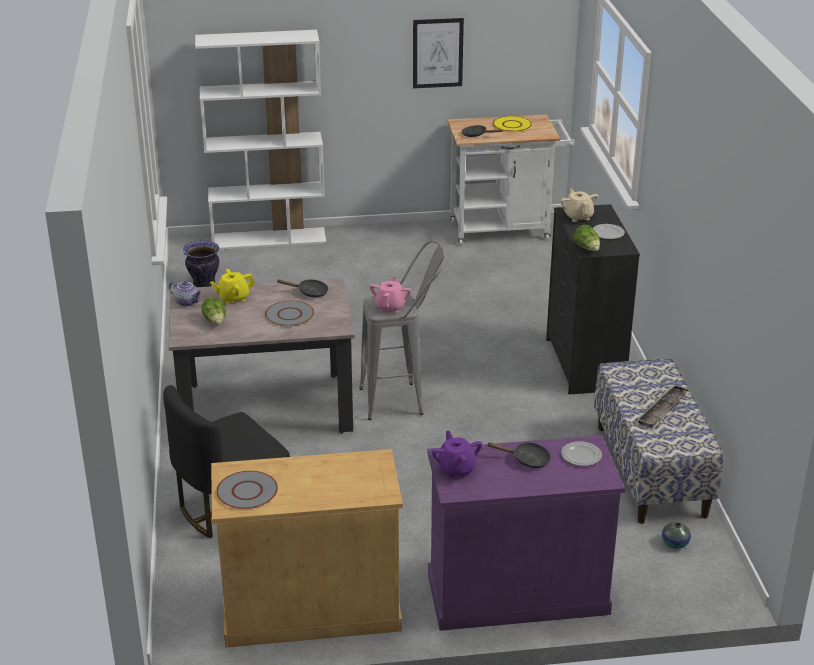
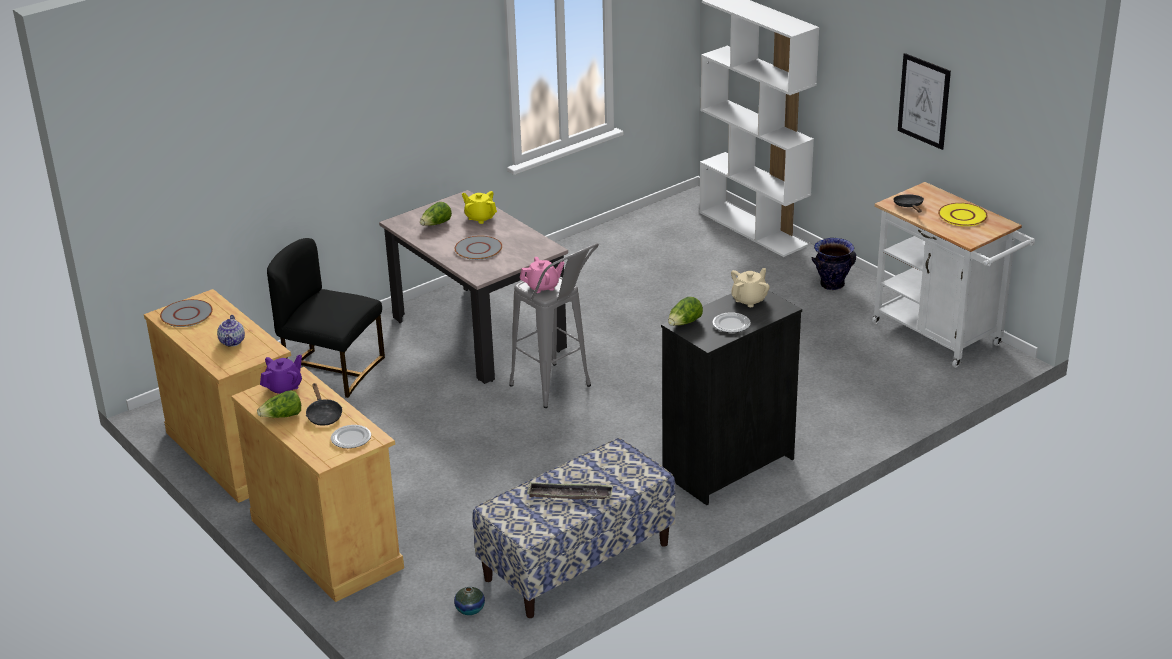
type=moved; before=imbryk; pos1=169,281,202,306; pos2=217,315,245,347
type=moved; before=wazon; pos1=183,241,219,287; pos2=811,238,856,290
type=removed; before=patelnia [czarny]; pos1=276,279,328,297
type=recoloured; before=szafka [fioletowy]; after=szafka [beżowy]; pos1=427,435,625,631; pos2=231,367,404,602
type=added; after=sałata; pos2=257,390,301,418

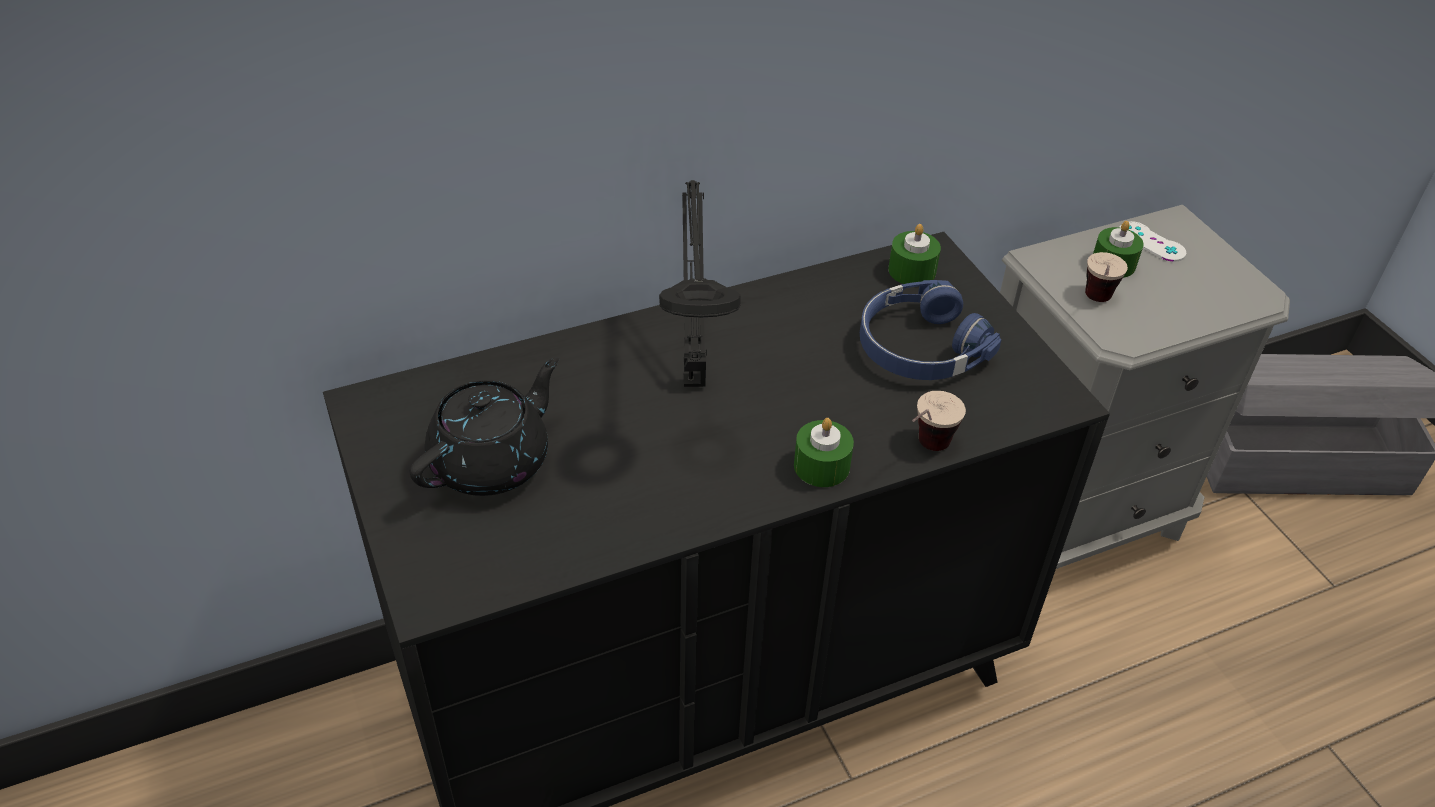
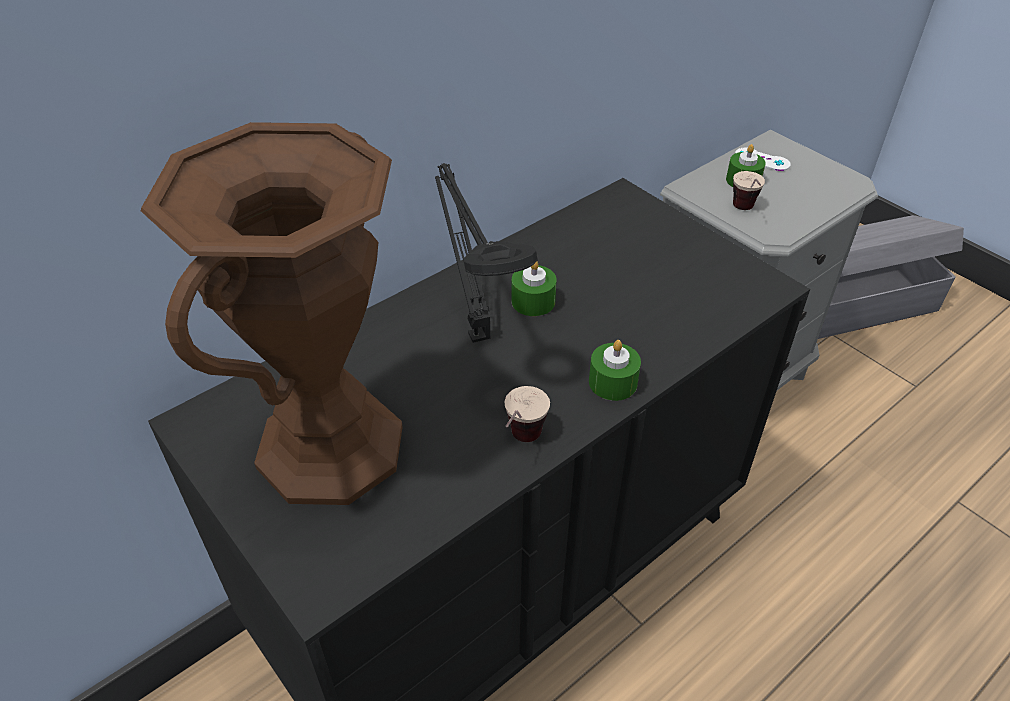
type=replaced; before=imbryk [czarny]; after=wazon [brązowy]; pos1=409,357,559,496; pos2=141,122,403,505
type=removed; before=słuchawki [niebieski]; pos1=860,280,1001,380
type=moved; before=świeca [zielony]; pos1=888,224,941,284; pos2=511,262,557,316
type=moved; before=filiżanka; pos1=912,391,966,451; pos2=505,386,550,442

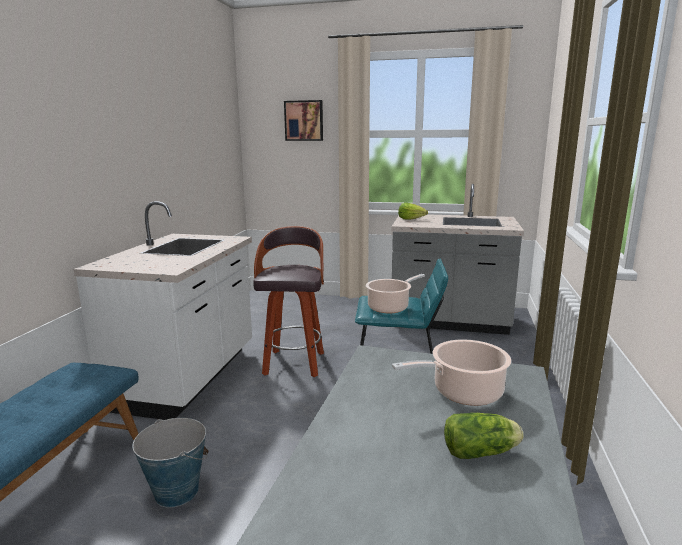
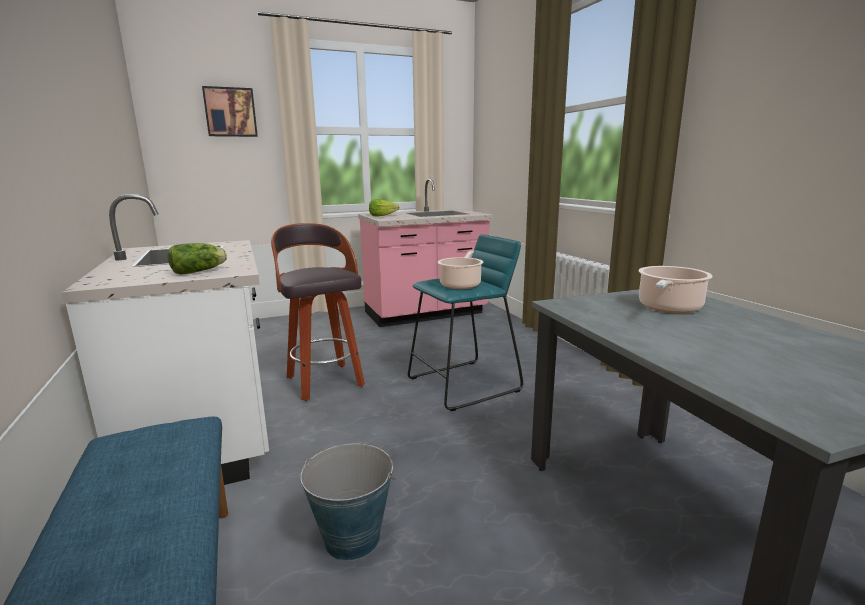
type=recoloured; before=zabudowa kuchenna [szary]; after=zabudowa kuchenna [różowy]; pos1=391,184,524,335; pos2=358,178,493,327
type=moved; before=sałata; pos1=444,413,524,459; pos2=168,243,227,275

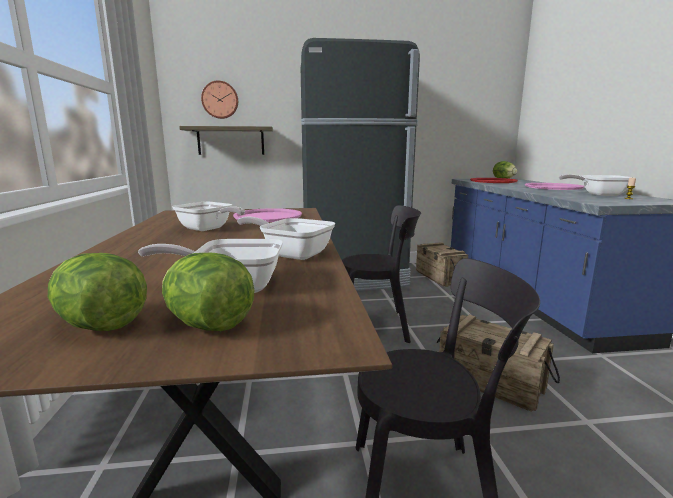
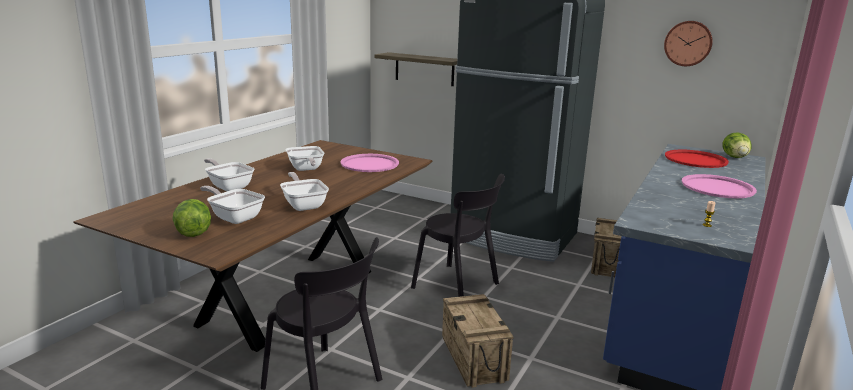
type=removed; before=sałata; pos1=48,253,147,331
type=moved; before=zegar ścienny; pos1=201,81,238,119; pos2=664,21,713,66
type=moved; before=patelnia; pos1=559,174,634,196; pos2=204,158,255,191

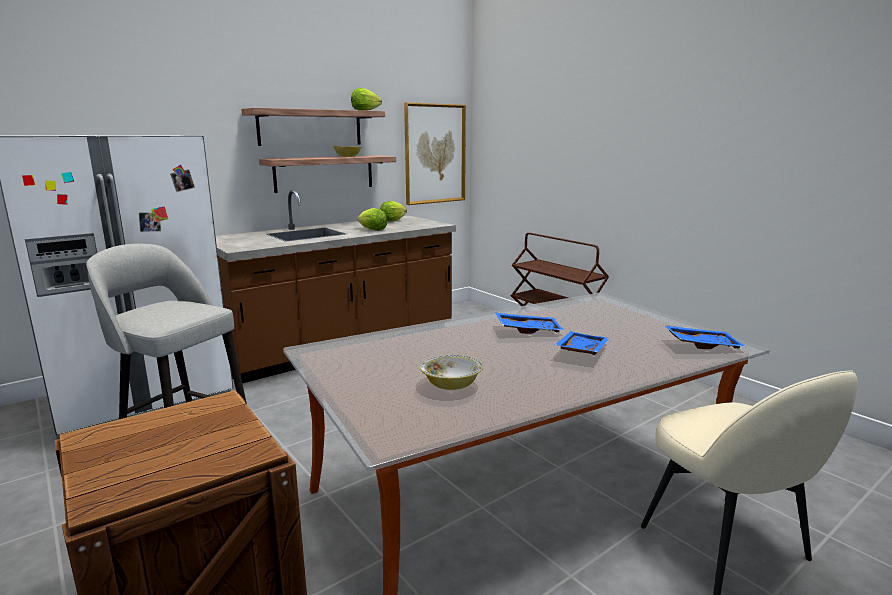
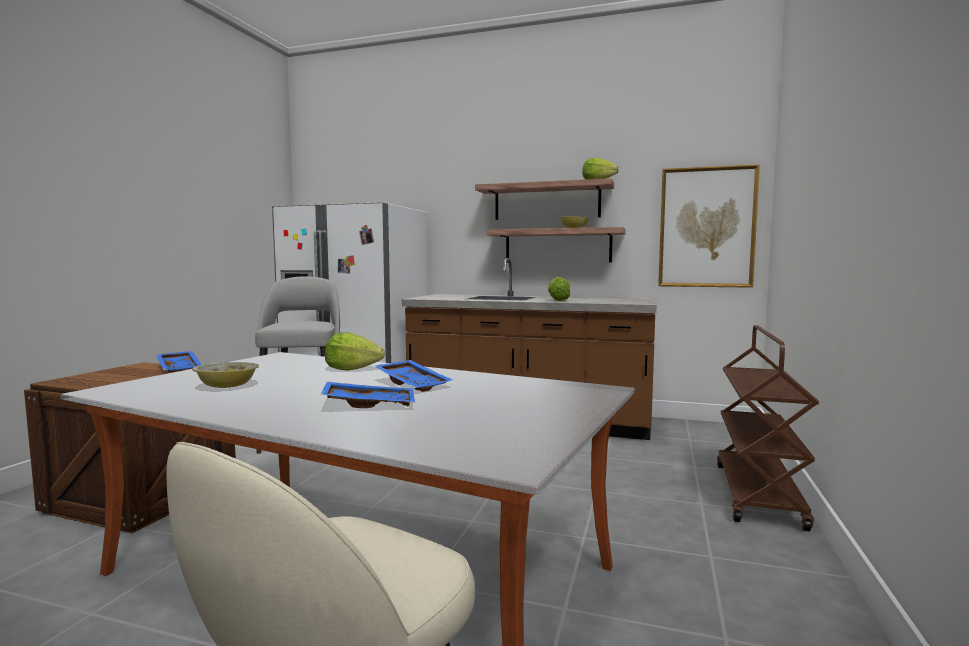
type=moved; before=sałata; pos1=380,201,407,222; pos2=325,332,385,371
type=moved; before=taca [niebieski]; pos1=664,325,746,349; pos2=156,351,202,373

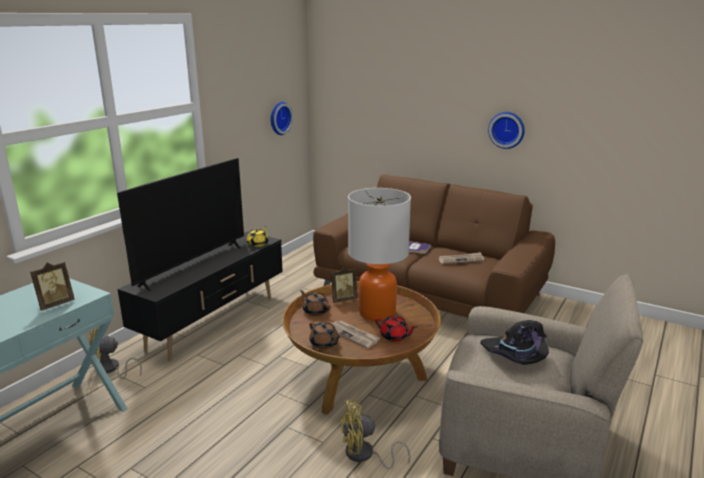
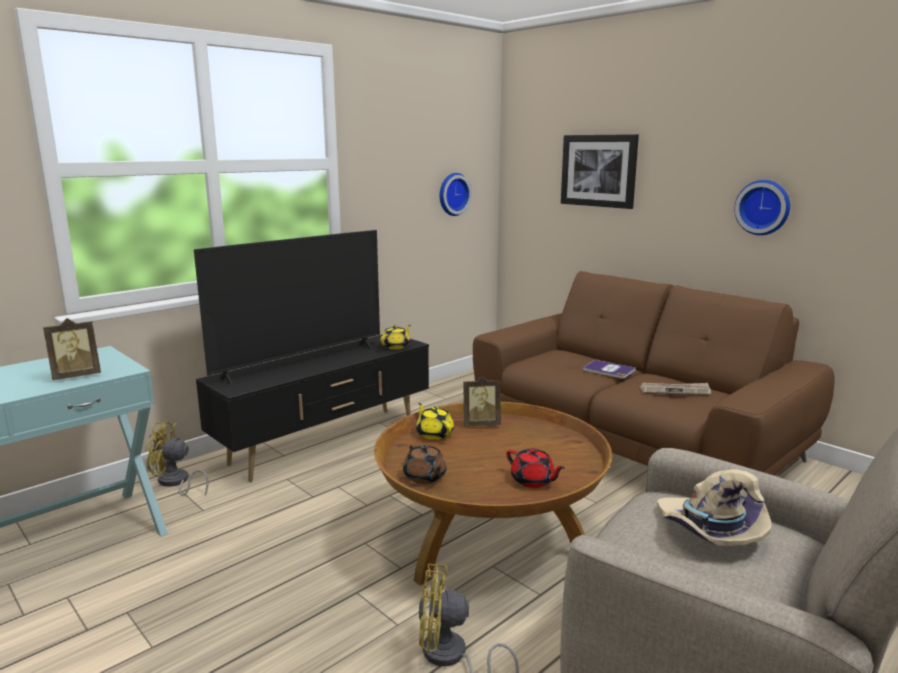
type=recoloured; before=imbryk [brązowy]; after=imbryk [żółty]; pos1=300,290,330,316; pos2=416,403,454,440
type=removed; before=gazeta; pos1=332,321,380,348
type=removed; before=lampa stołowa; pos1=348,188,411,321
type=recoloured; before=kapelusz [czarny]; after=kapelusz [beżowy]; pos1=480,320,549,365; pos2=657,469,771,546
type=added; after=obraz; pos2=561,134,639,209

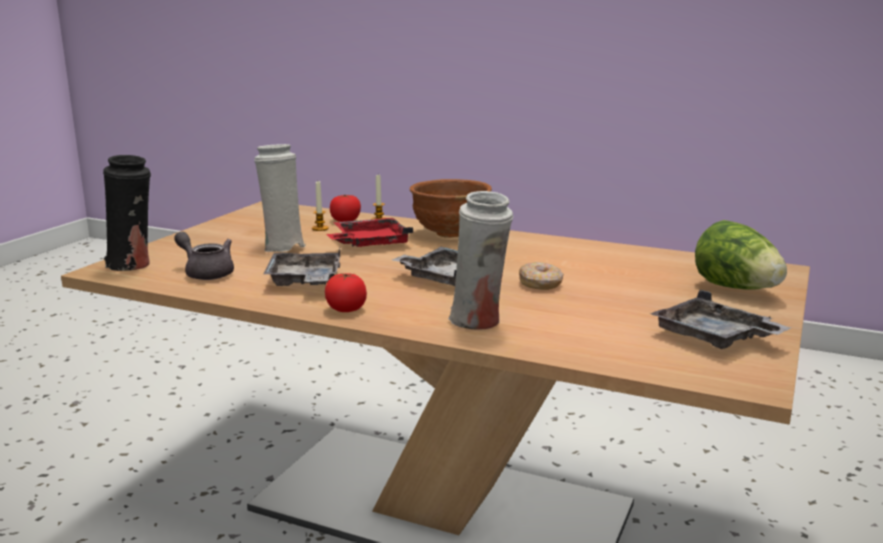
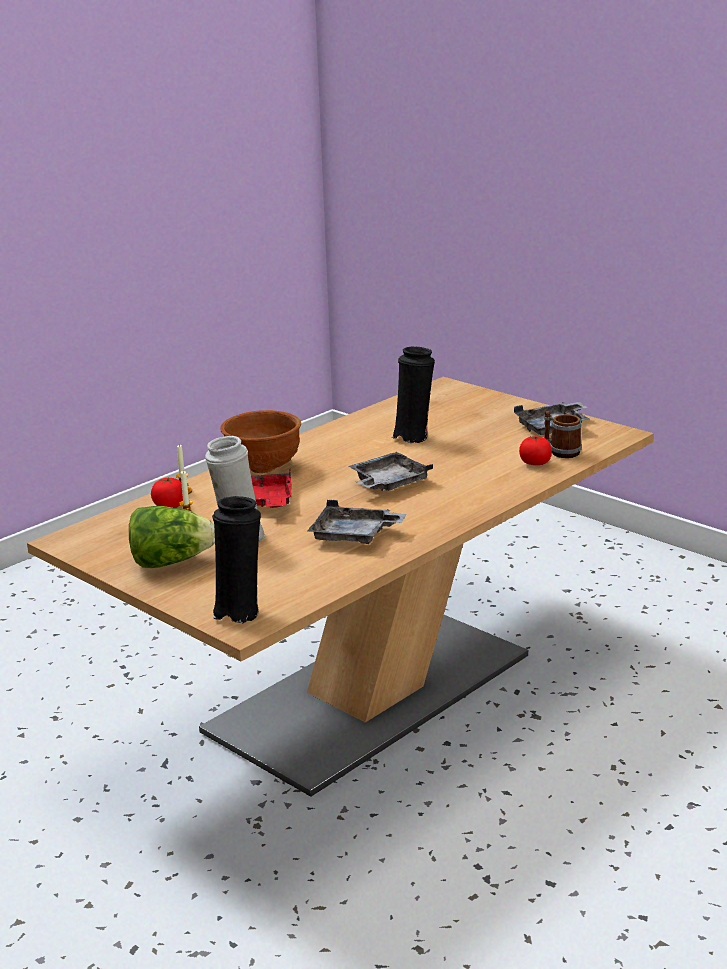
type=removed; before=imbryk [szary]; pos1=174,232,234,280
type=moved; before=pomidor; pos1=325,273,367,312; pos2=519,436,552,465
type=removed; before=wazon [biały]; pos1=448,191,513,329
type=removed; before=donut; pos1=519,262,563,290
type=moved; before=sałata; pos1=695,220,787,290; pos2=129,506,215,568
type=added; after=wazon [czarny]; pos2=392,347,435,443
type=added; after=kubek; pos2=544,411,582,458

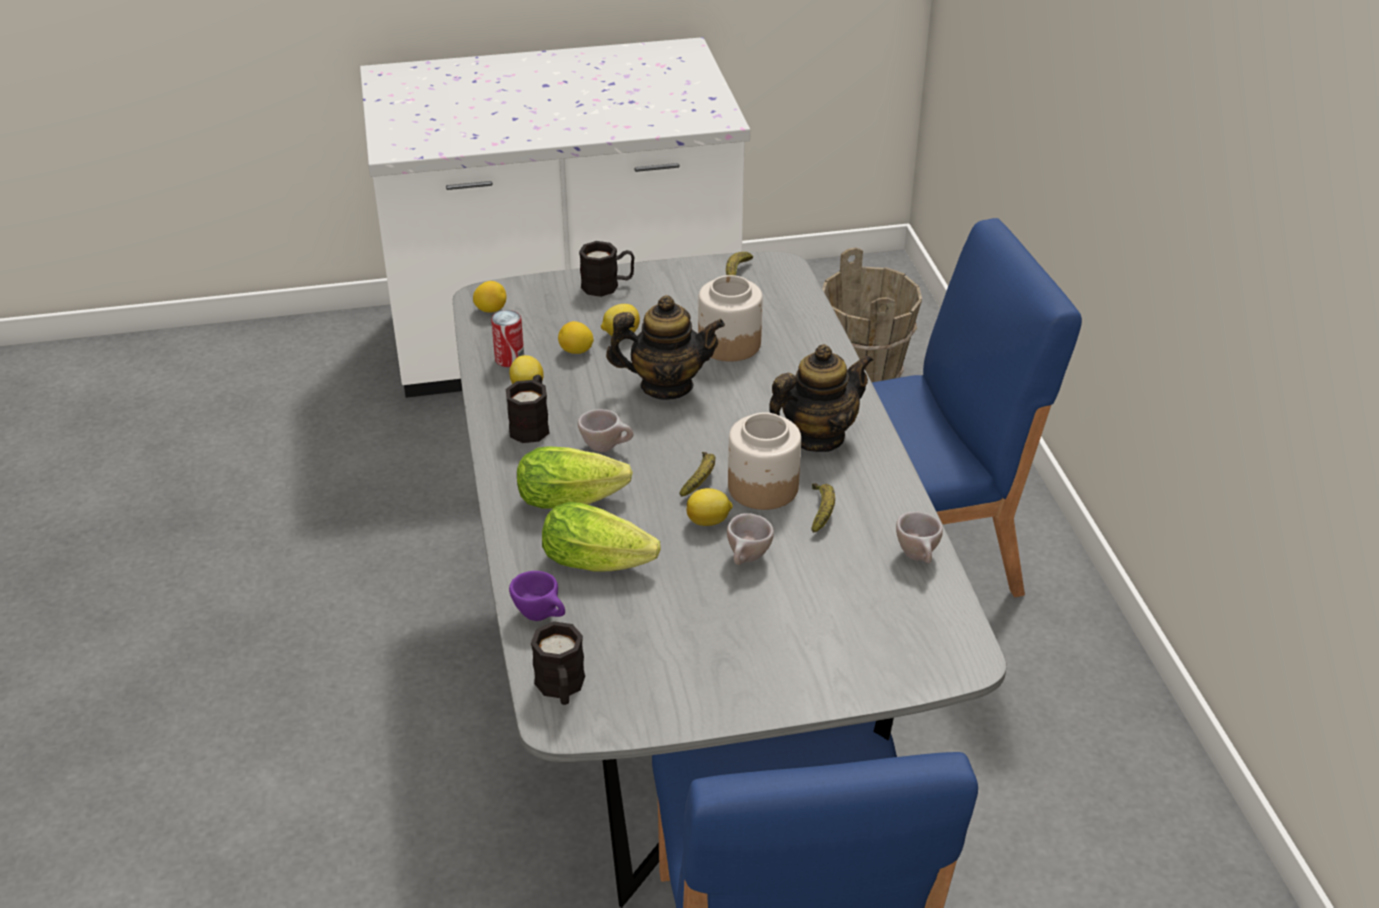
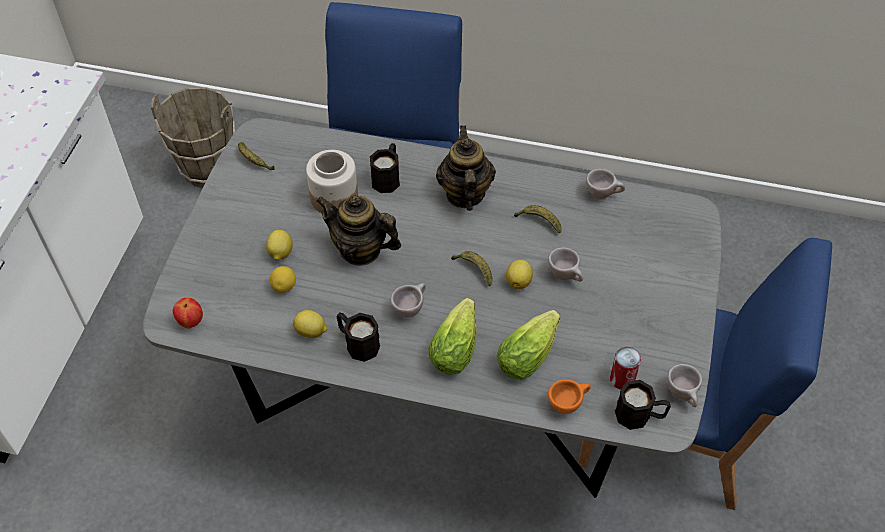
type=replaced; before=cytryna; after=jabłko; pos1=473,281,506,313; pos2=173,298,203,329
type=moved; before=puszka; pos1=491,310,524,367; pos2=610,347,641,390
type=recoloured; before=filiżanka [fioletowy]; after=filiżanka [pomarańczowy]; pos1=509,571,565,621; pos2=548,379,591,414
type=moved; before=kubek [czarny]; pos1=579,241,634,297; pos2=370,143,400,193
type=turned; before=imbryk; pos1=606,295,725,400; pos2=316,195,401,266; turn=-90
type=removed; before=słoik; pos1=728,413,801,510
type=added; after=filiżanka [beżowy]; pos2=667,364,702,407

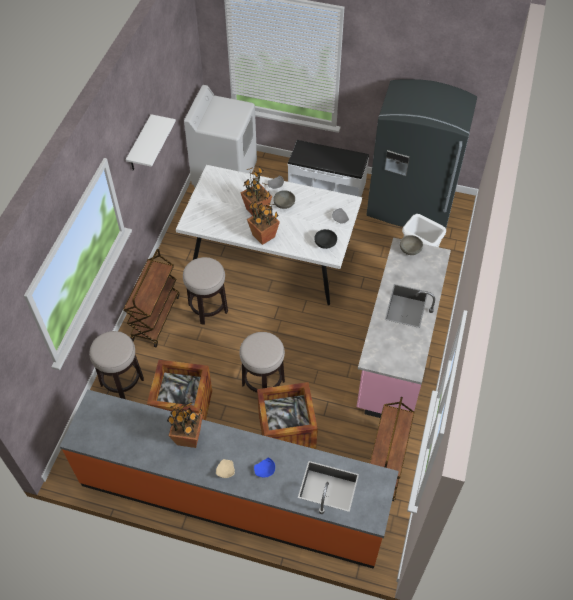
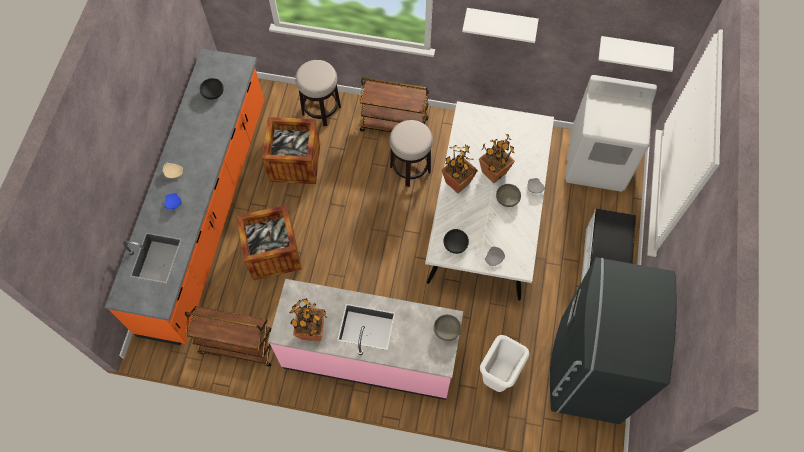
type=moved; before=roślina doniczkowa; pos1=167,402,204,448; pos2=289,298,327,341
type=removed; before=stołek; pos1=239,332,285,393
type=added; after=miska [czarny]; pos2=200,78,224,100
type=added; after=półka [biały]; pos2=598,36,674,72

